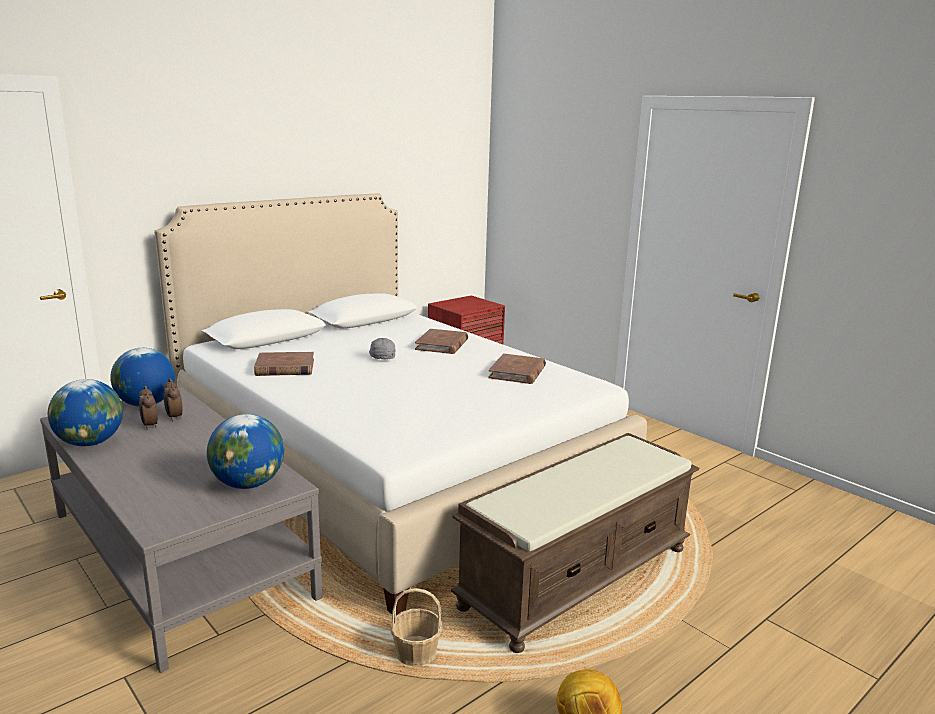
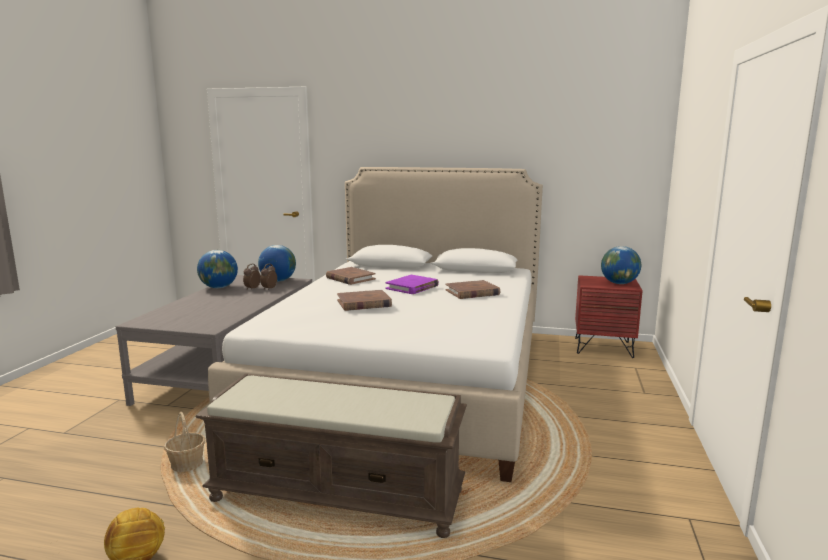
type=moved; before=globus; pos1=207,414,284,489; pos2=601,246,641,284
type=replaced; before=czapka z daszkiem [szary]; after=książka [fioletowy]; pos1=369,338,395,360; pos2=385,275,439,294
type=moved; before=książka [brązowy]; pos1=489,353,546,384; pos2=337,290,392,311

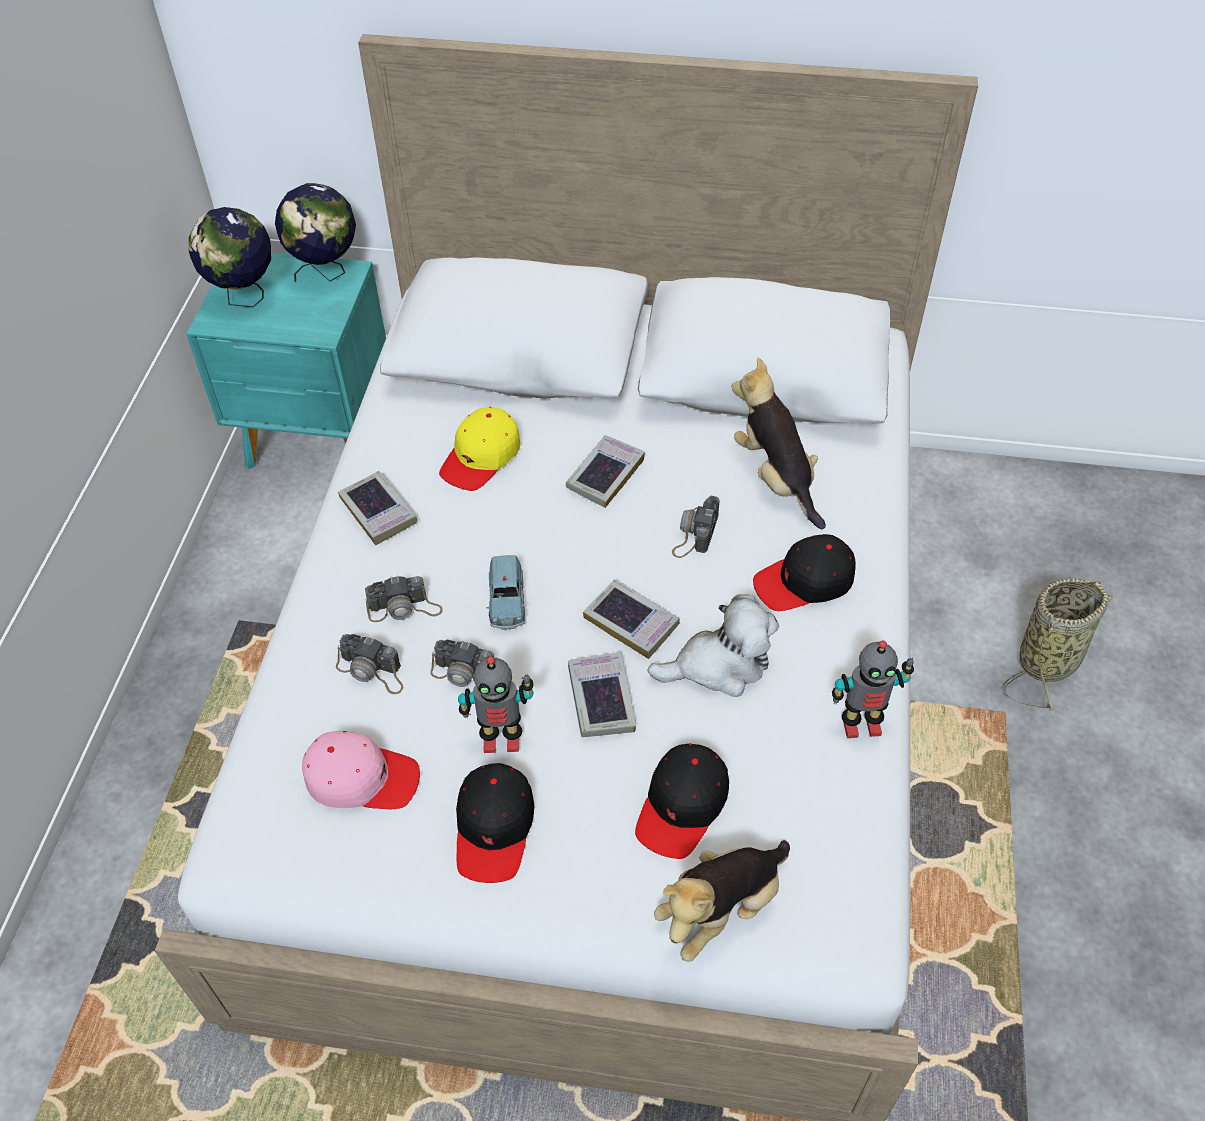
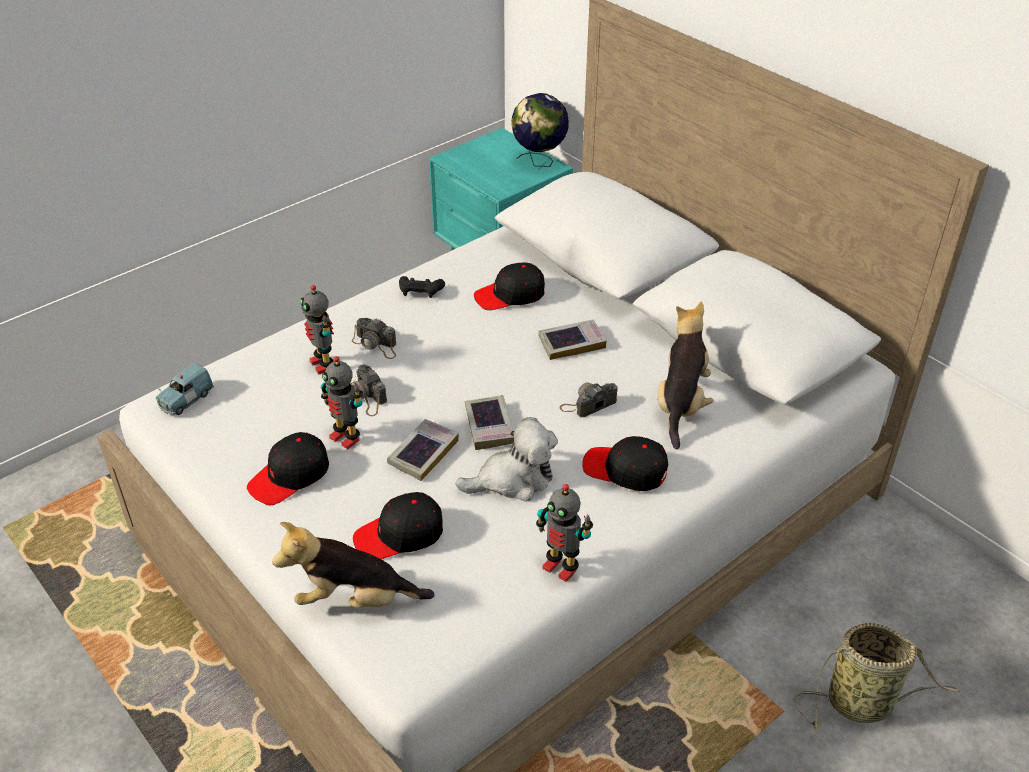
type=removed; before=globus; pos1=189,207,271,307
type=removed; before=czapka z daszkiem [różowy]; pos1=302,731,420,809
type=replaced; before=aparat fotograficzny; after=robot zabawkowy; pos1=336,634,403,694; pos2=300,285,334,374
type=replaced; before=książka; after=pad do gier [czarny]; pos1=338,471,418,545; pos2=399,276,445,298
type=recoloured; before=czapka z daszkiem [żółty]; after=czapka z daszkiem [czarny]; pos1=439,407,520,491; pos2=474,263,545,310
type=moved; before=samochodzik [niebieski]; pos1=486,555,525,630; pos2=156,363,214,415
type=turned; before=pluszak; pos1=648,594,779,697; pos2=455,417,558,502; turn=-45

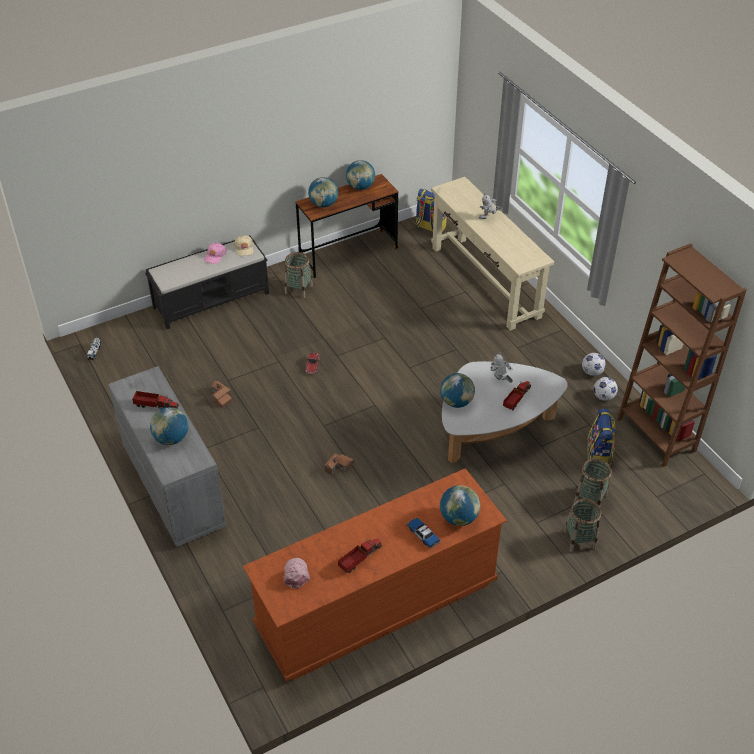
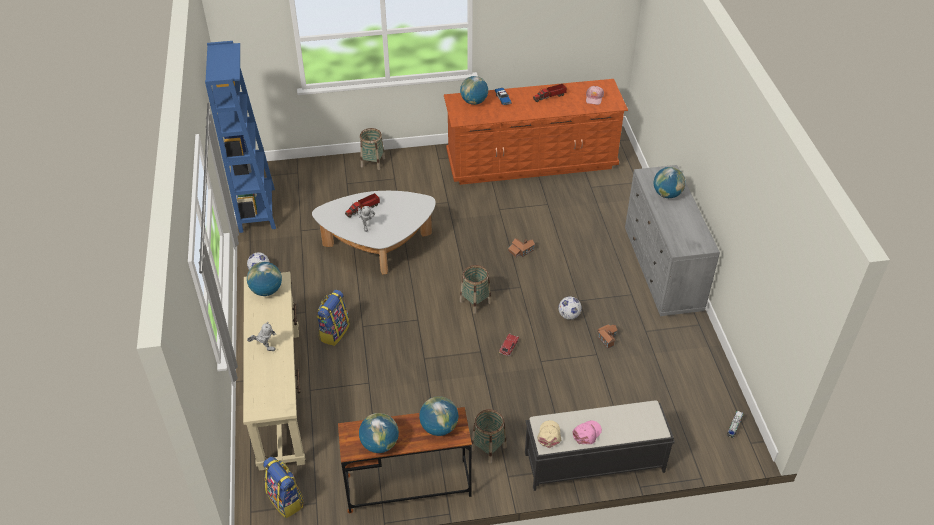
type=removed; before=ciężarówka zabawkowa; pos1=132,391,179,409
type=moved; before=globus; pos1=440,373,475,408; pos2=247,262,282,296
type=moved; before=koszyk; pos1=574,458,612,507; pos2=460,265,491,314
type=moved; before=plecak; pos1=587,408,616,466; pos2=317,290,350,346
type=moved; before=piłka futbolowa; pos1=593,377,618,401; pos2=558,297,582,320
type=recoloured; before=regał [brązowy]; after=regał [niebieski]; pos1=617,243,747,467; pos2=205,41,276,233

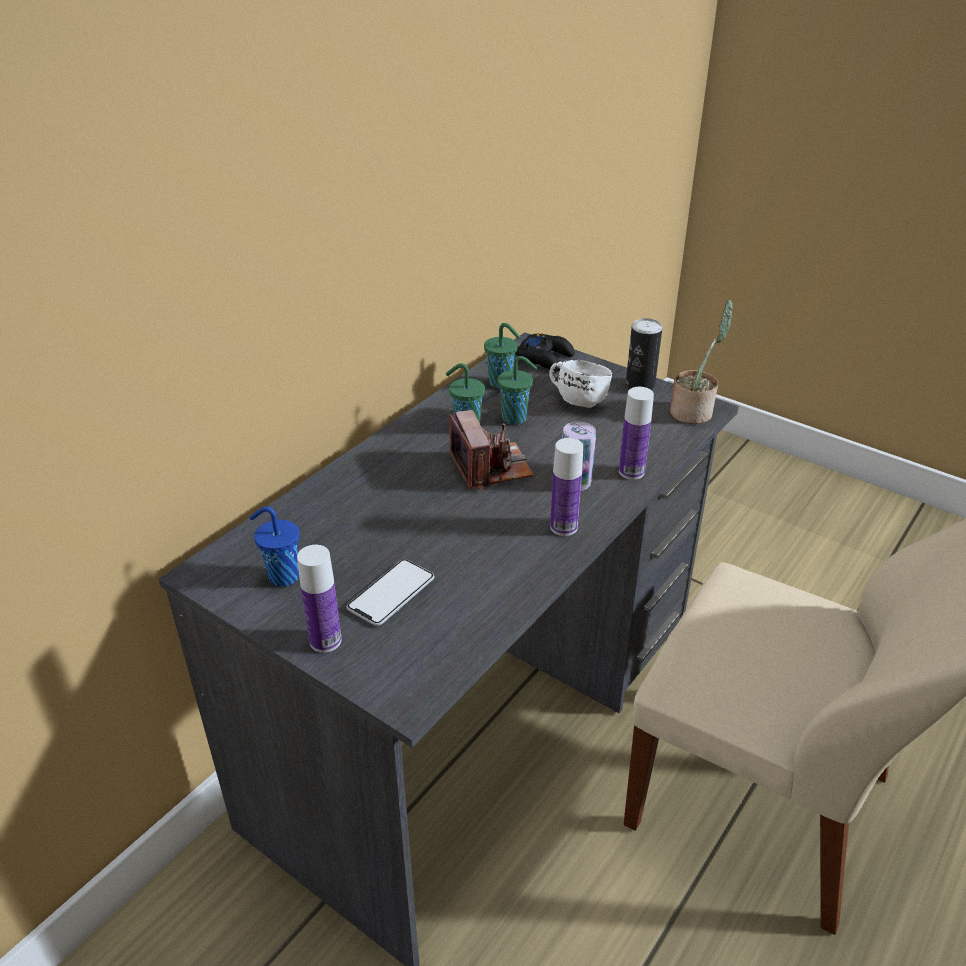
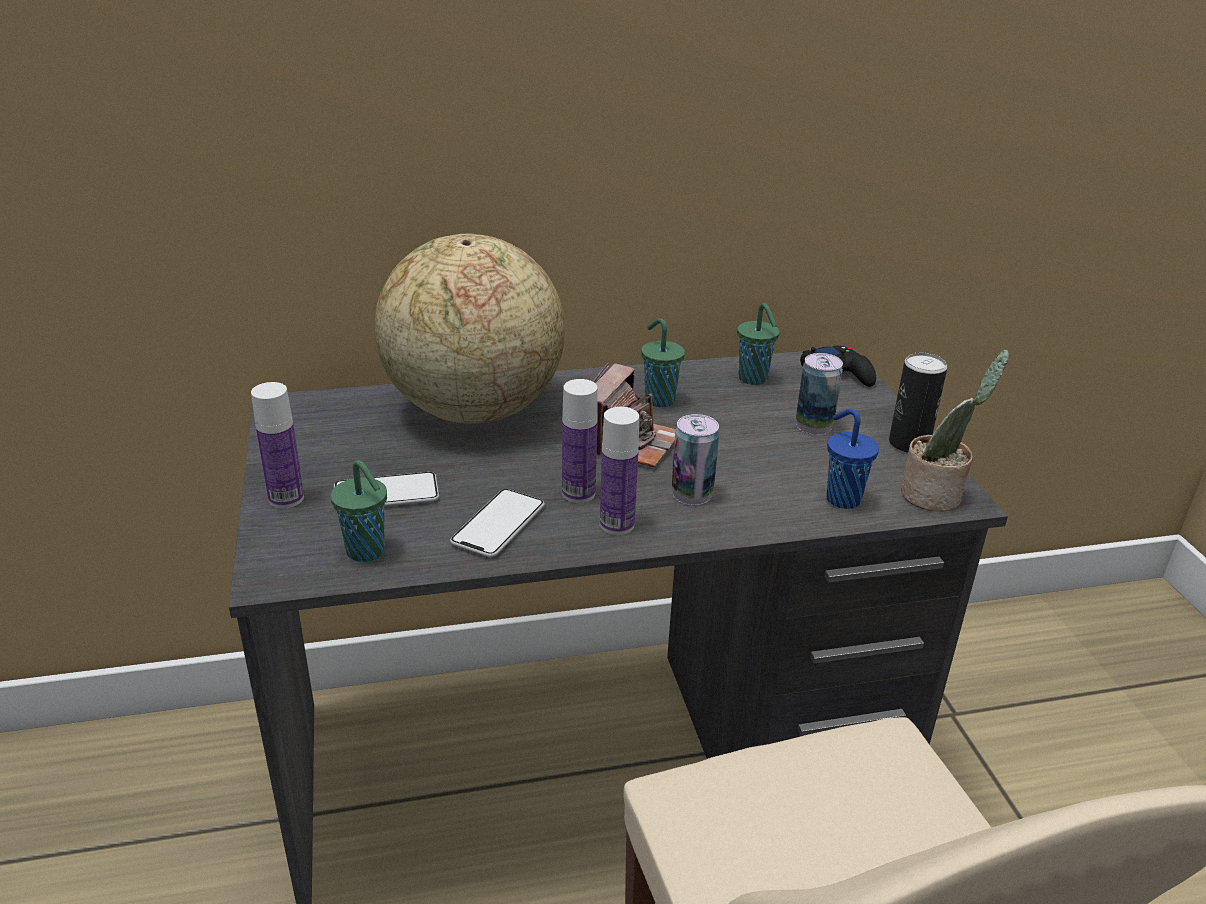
type=moved; before=filiżanka [niebieski]; pos1=249,506,300,587; pos2=827,409,879,509
type=moved; before=filiżanka [zielony]; pos1=497,356,537,425; pos2=330,460,387,562
type=replaced; before=kubek [biały]; after=puszka; pos1=549,360,612,408; pos2=796,353,843,435
type=moved; before=butelka; pos1=619,387,654,480; pos2=562,379,598,503
type=added; after=globus; pos2=375,233,565,424
type=added; after=telefon; pos2=450,489,545,557

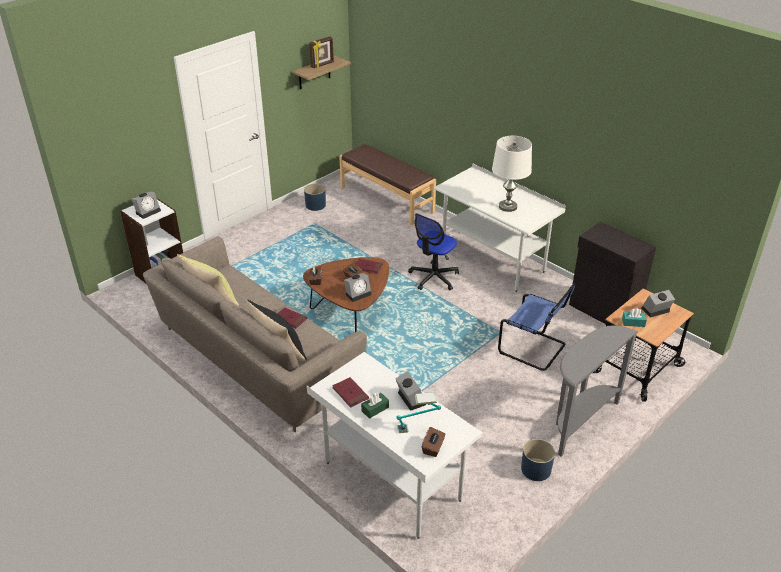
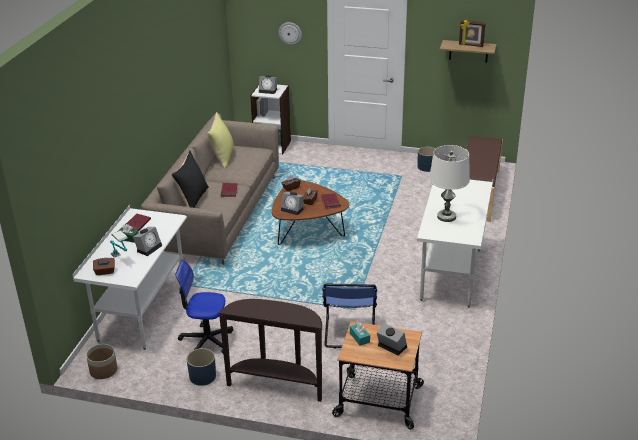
type=moved; before=krzesło biurowe; pos1=408,213,459,291; pos2=175,260,233,353
type=recoloured; before=stolik konsolowy [szary]; after=stolik konsolowy [brązowy]; pos1=556,325,638,457; pos2=218,299,322,402
type=removed; before=szafka [czarny]; pos1=569,222,656,324
type=added; after=donica; pos2=86,344,117,379
type=added; after=zegar ścienny; pos2=279,22,302,45

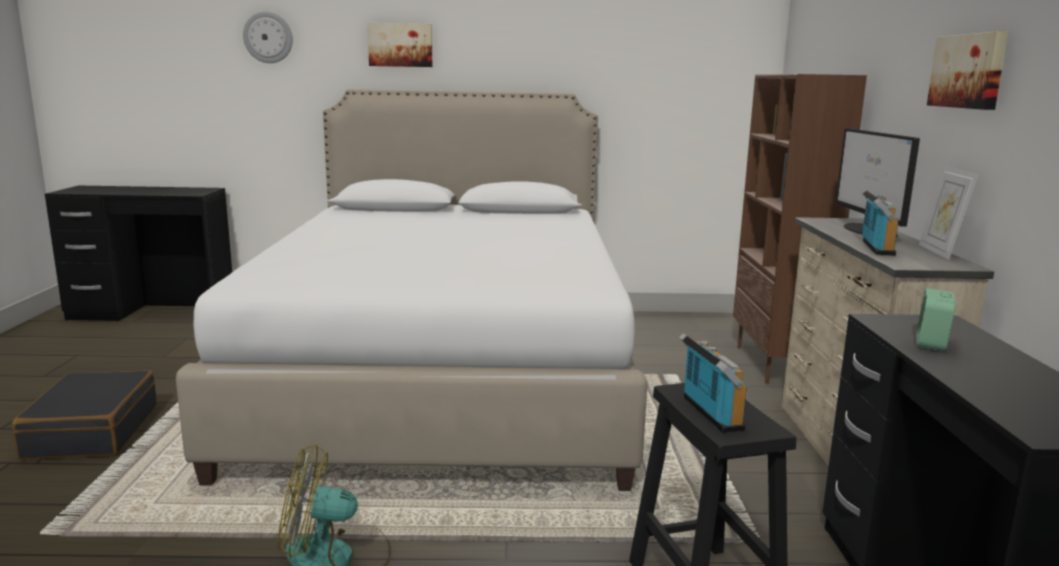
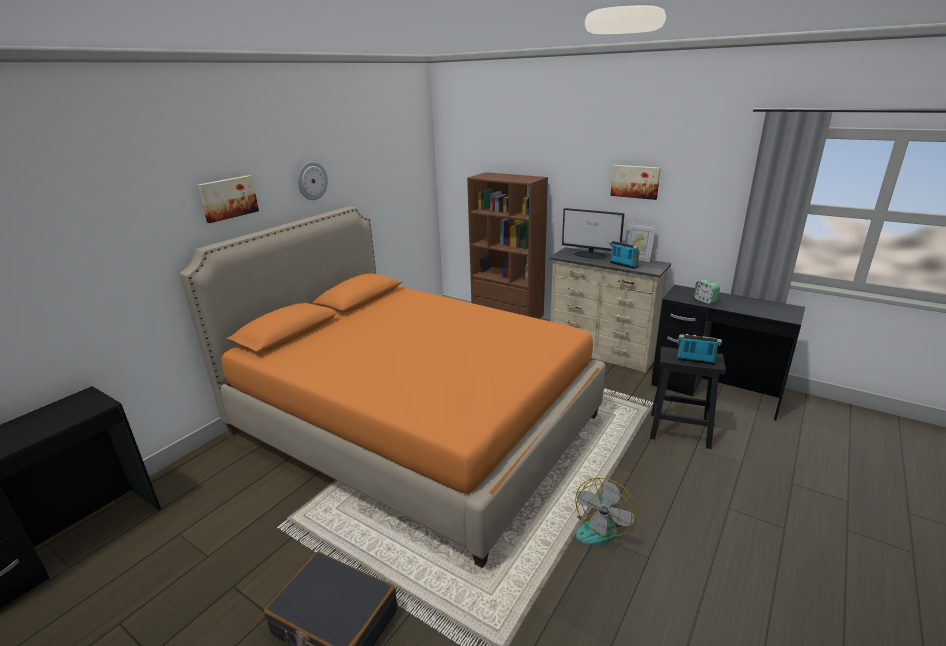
type=recoloured; before=łóżko [biały]; after=łóżko [pomarańczowy]; pos1=176,89,647,491; pos2=179,206,605,568
type=moved; before=zegar ścienny; pos1=243,11,293,63; pos2=297,161,328,200

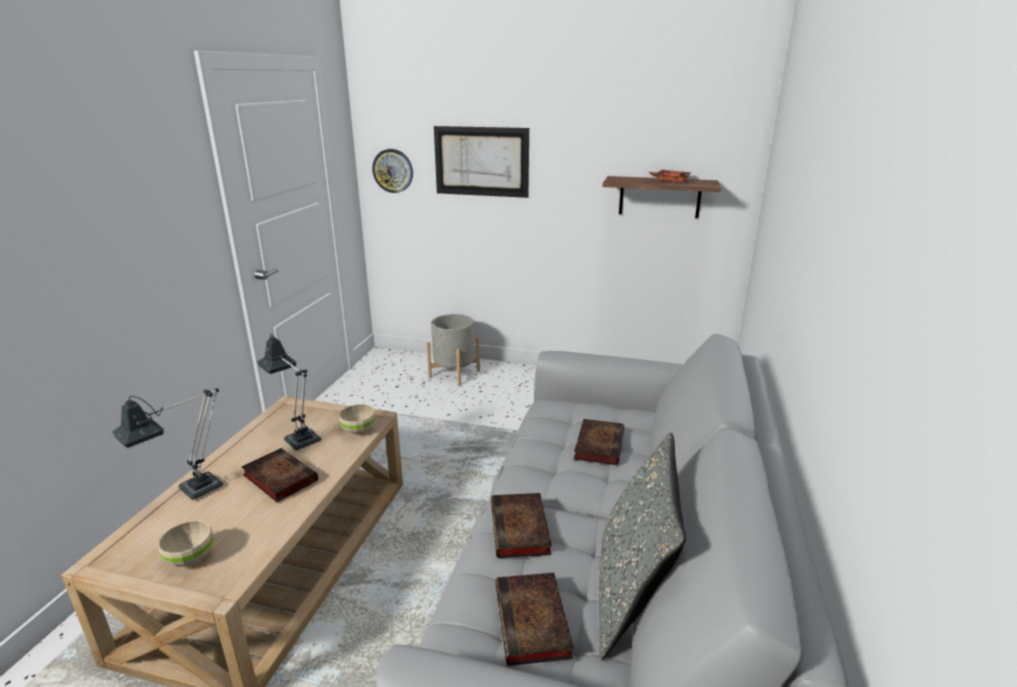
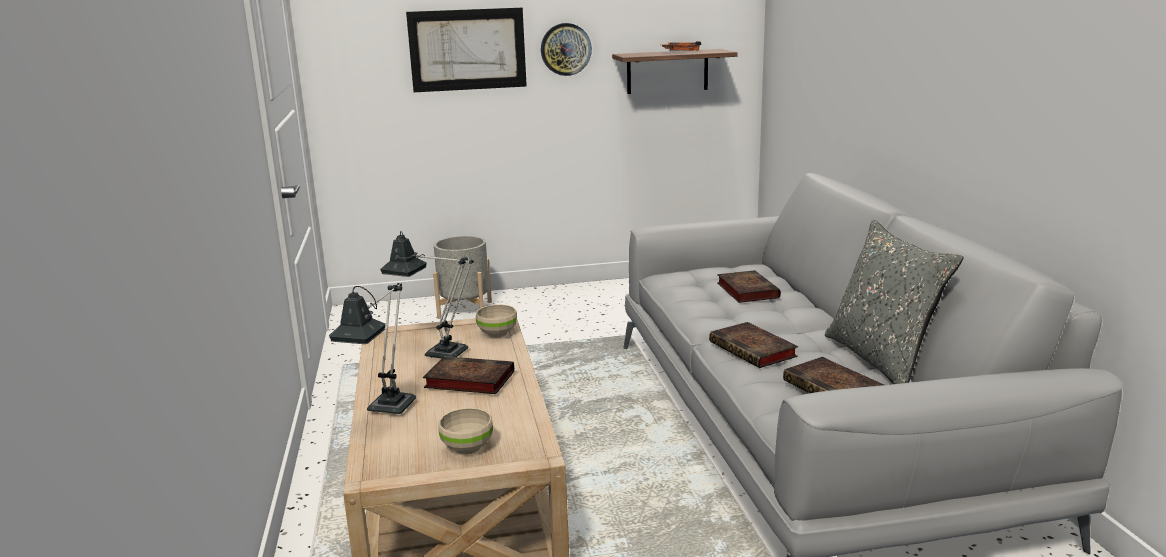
type=moved; before=zegar ścienny; pos1=372,149,413,193; pos2=541,23,592,76

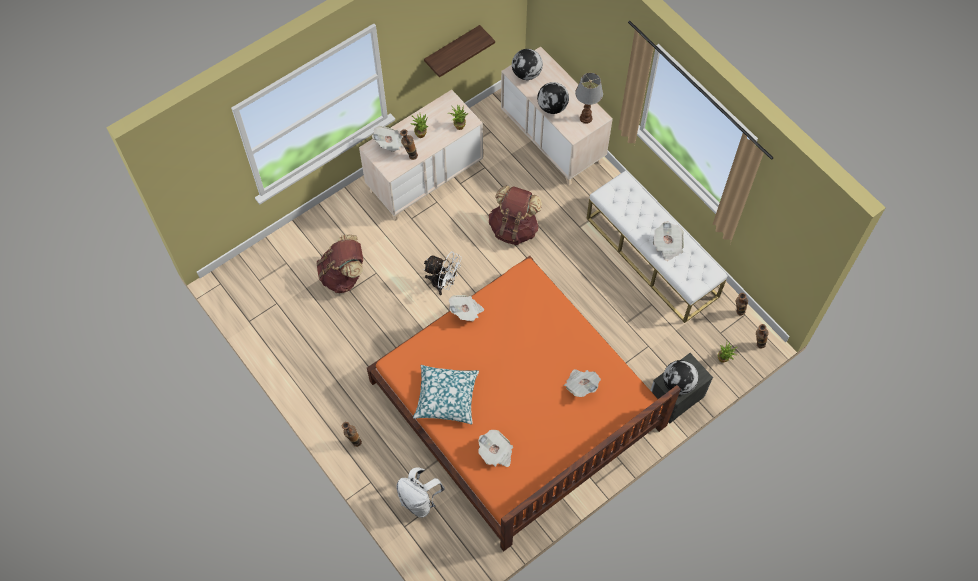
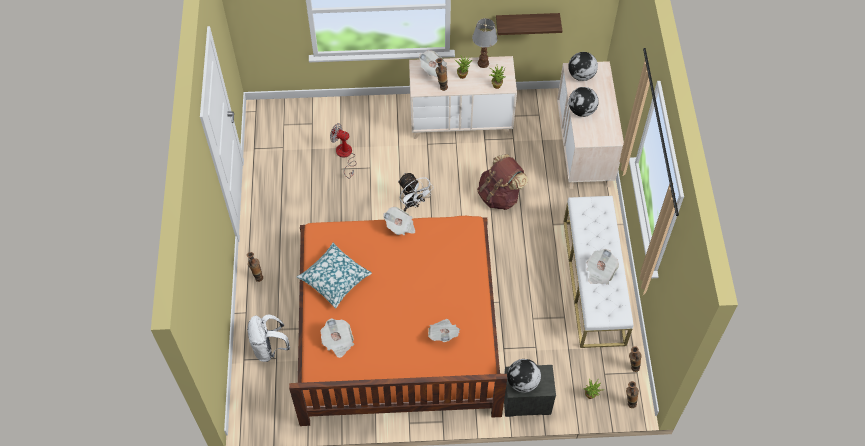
type=replaced; before=plecak [brązowy]; after=wentylator; pos1=316,234,363,293; pos2=330,123,356,179
type=moved; before=lampa stołowa; pos1=575,73,603,124; pos2=472,18,498,68

